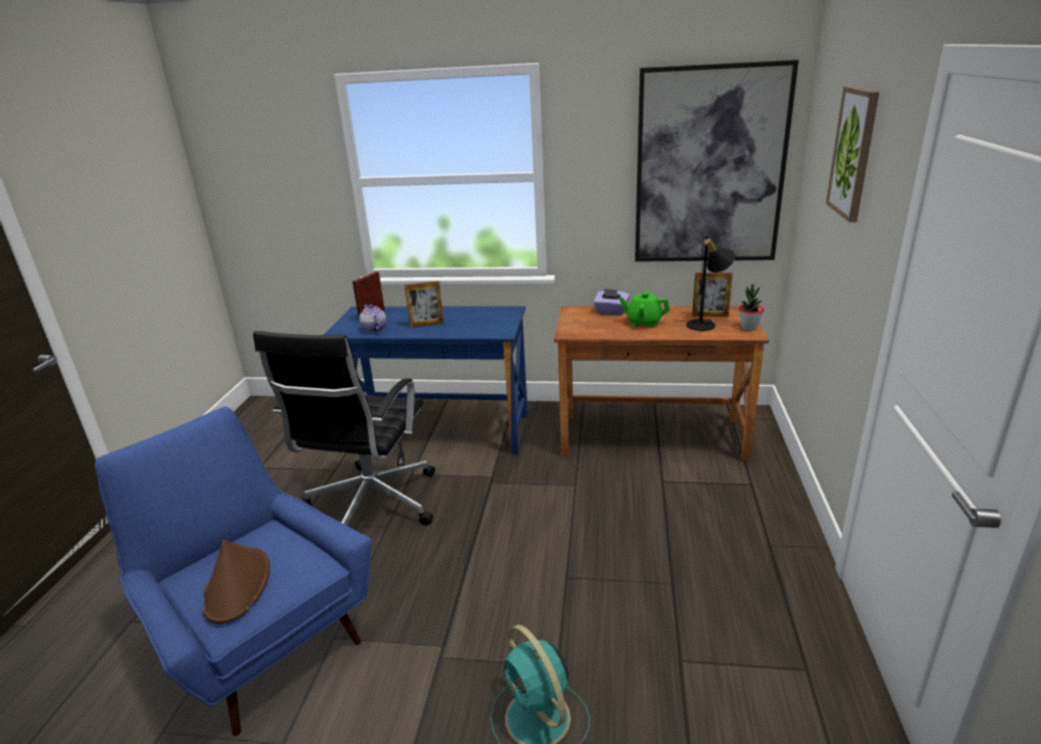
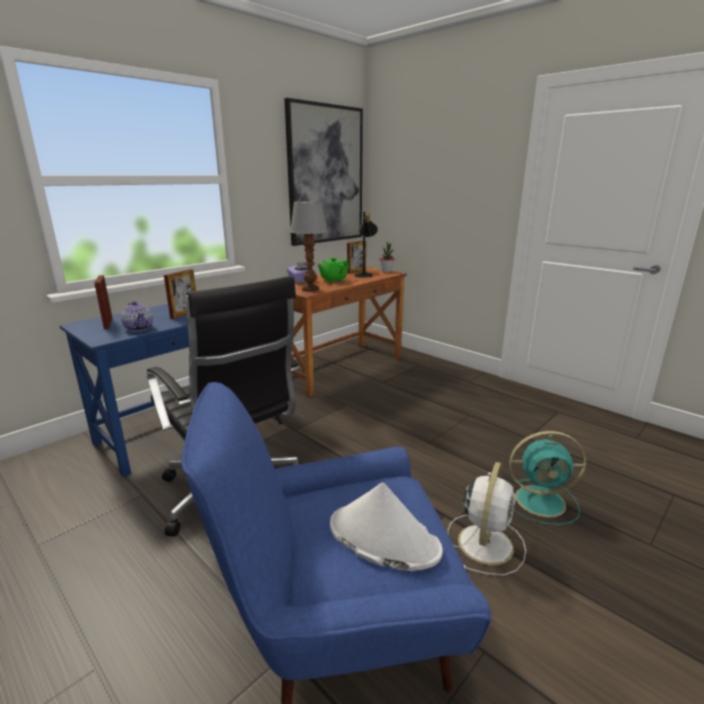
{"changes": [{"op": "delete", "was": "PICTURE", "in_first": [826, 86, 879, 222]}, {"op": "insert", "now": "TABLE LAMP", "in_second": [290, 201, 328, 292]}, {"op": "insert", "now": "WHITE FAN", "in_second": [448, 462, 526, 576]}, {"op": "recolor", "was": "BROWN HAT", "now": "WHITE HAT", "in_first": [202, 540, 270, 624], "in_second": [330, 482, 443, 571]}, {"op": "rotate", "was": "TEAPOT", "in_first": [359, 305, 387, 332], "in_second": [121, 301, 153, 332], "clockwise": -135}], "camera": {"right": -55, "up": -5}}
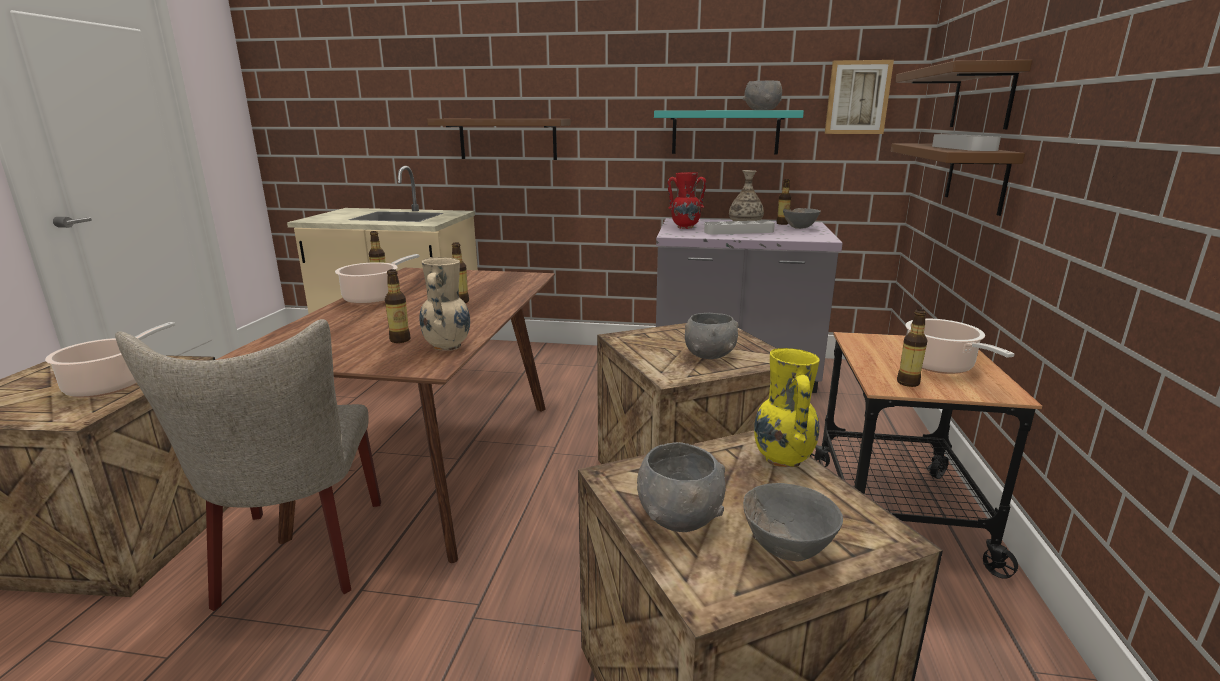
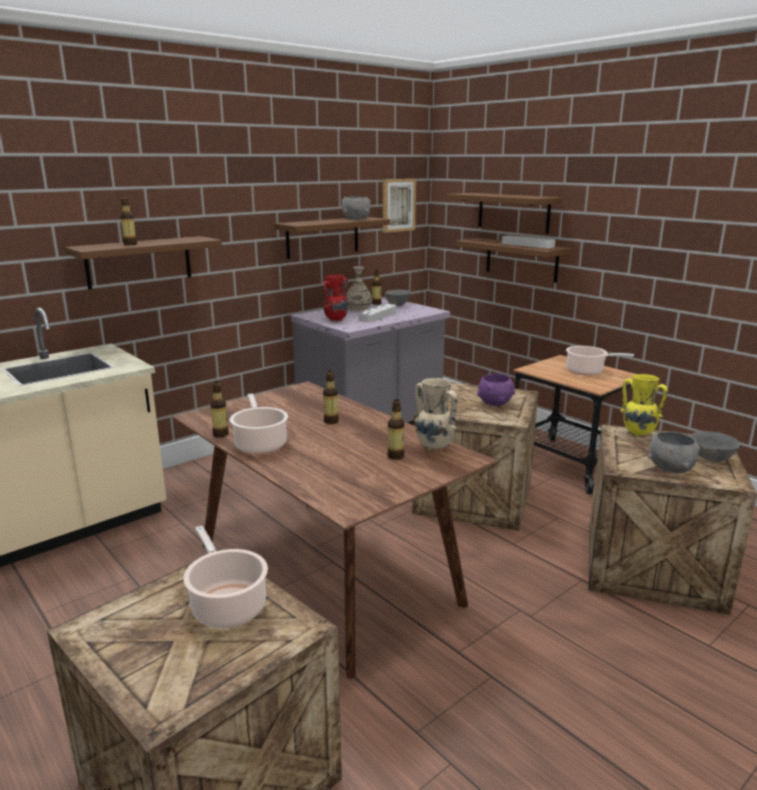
{"changes": [{"op": "delete", "was": "BEIGE CHAIR", "in_first": [115, 319, 381, 611]}, {"op": "move", "was": "BOTTLE", "in_first": [897, 309, 928, 387], "in_second": [120, 197, 137, 245]}, {"op": "recolor", "was": "TURQUOISE SHELF", "now": "BROWN SHELF", "in_first": [654, 110, 804, 155], "in_second": [274, 217, 390, 259]}, {"op": "recolor", "was": "GREY BOWL", "now": "PURPLE BOWL", "in_first": [685, 313, 738, 359], "in_second": [477, 374, 515, 406]}], "camera": {"right": -50, "up": 0}}
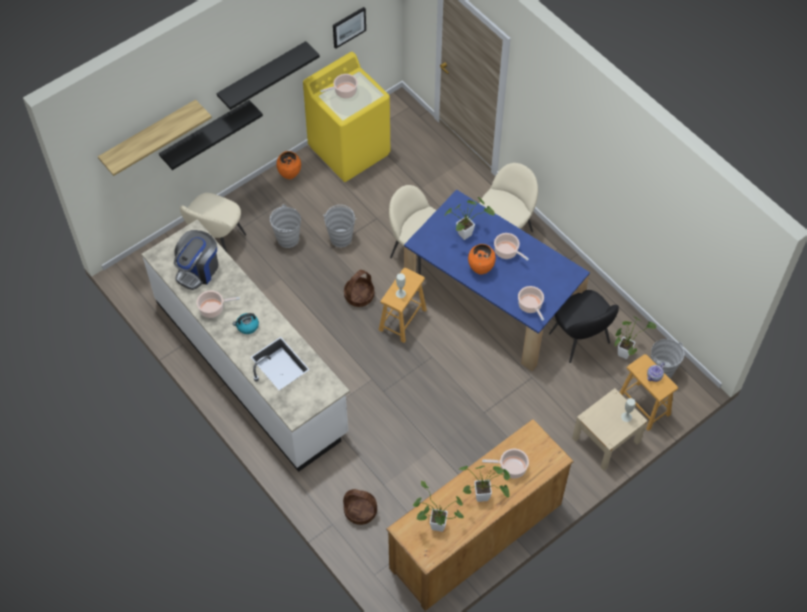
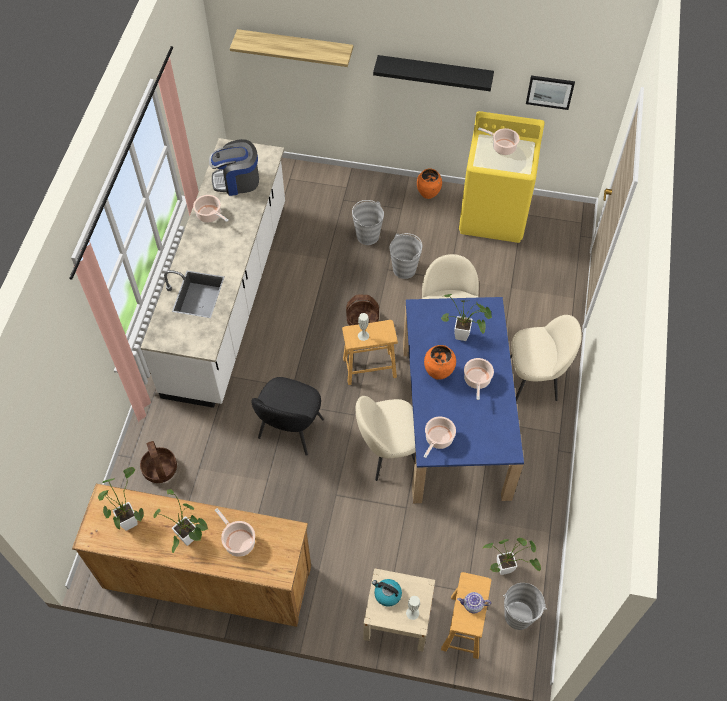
{"changes": [{"op": "delete", "was": "BLACK SHELF", "in_first": [159, 100, 263, 170]}, {"op": "move", "was": "BEIGE CHAIR", "in_first": [180, 193, 246, 252], "in_second": [356, 396, 416, 481]}, {"op": "move", "was": "KETTLE", "in_first": [233, 313, 259, 334], "in_second": [372, 579, 402, 607]}, {"op": "move", "was": "BLACK CHAIR", "in_first": [549, 290, 619, 363], "in_second": [251, 377, 324, 456]}], "camera": {"right": 50, "up": 0}}
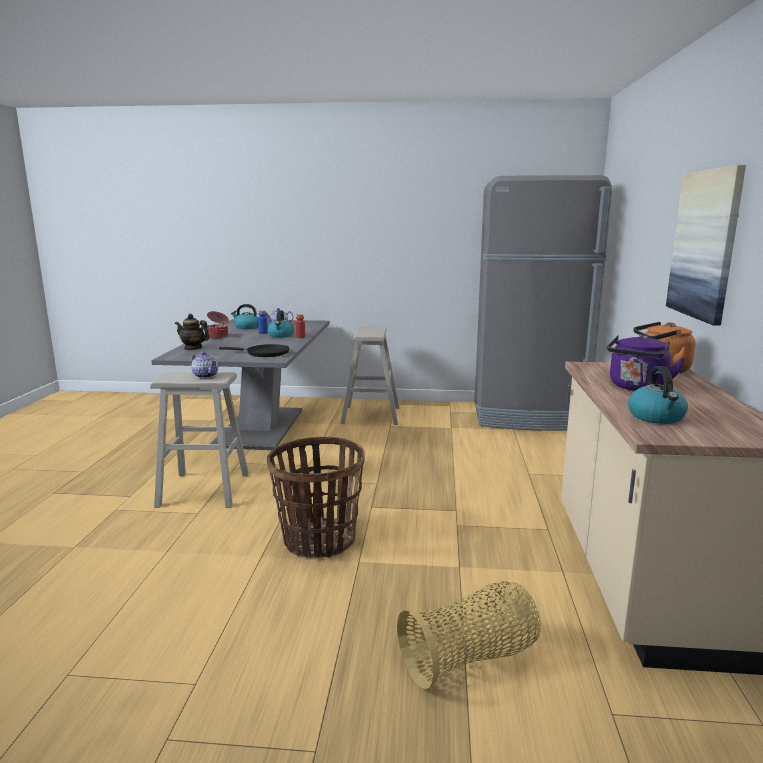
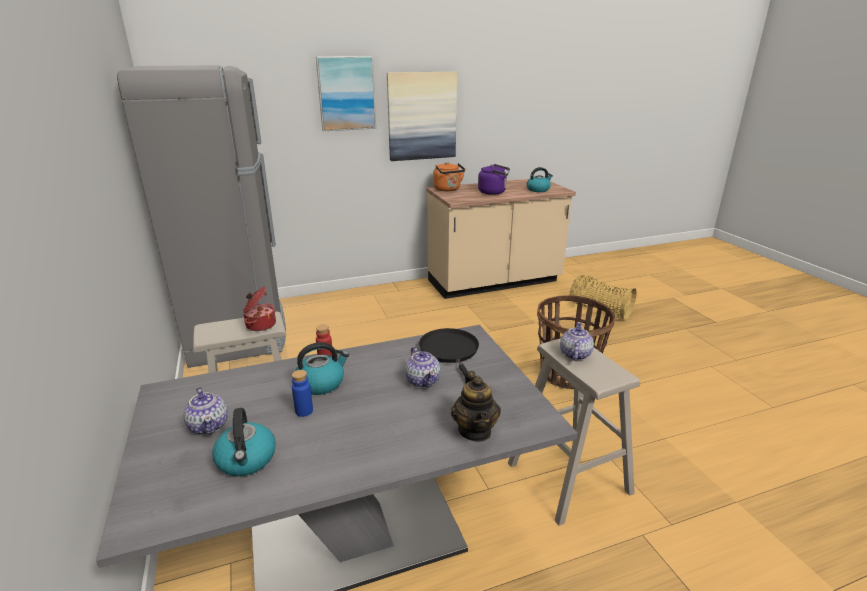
{"changes": [{"op": "insert", "now": "PICTURE", "in_second": [316, 56, 376, 131]}, {"op": "insert", "now": "TEAPOT", "in_second": [405, 347, 441, 388]}, {"op": "move", "was": "COOKING POT", "in_first": [207, 311, 229, 339], "in_second": [243, 287, 276, 331]}], "camera": {"right": -115, "up": 10}}
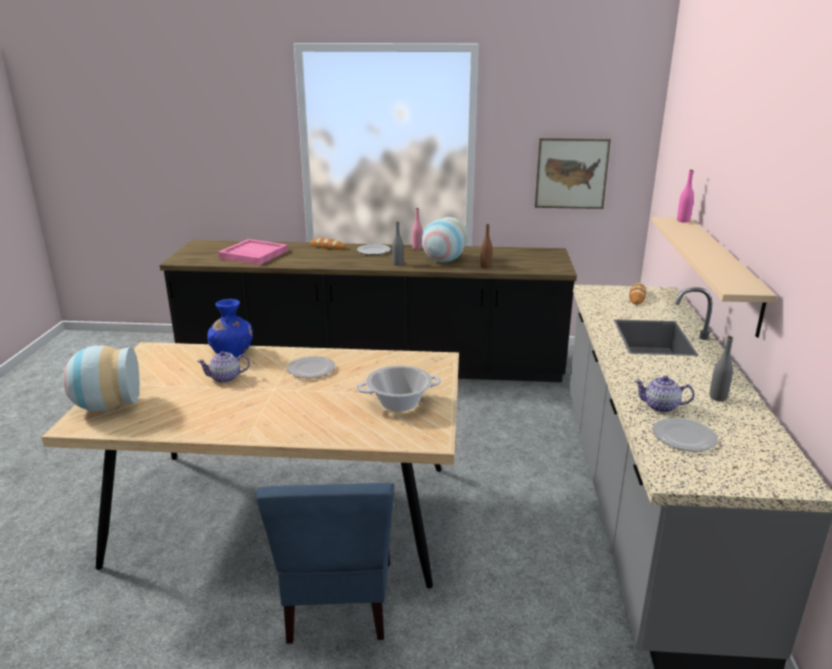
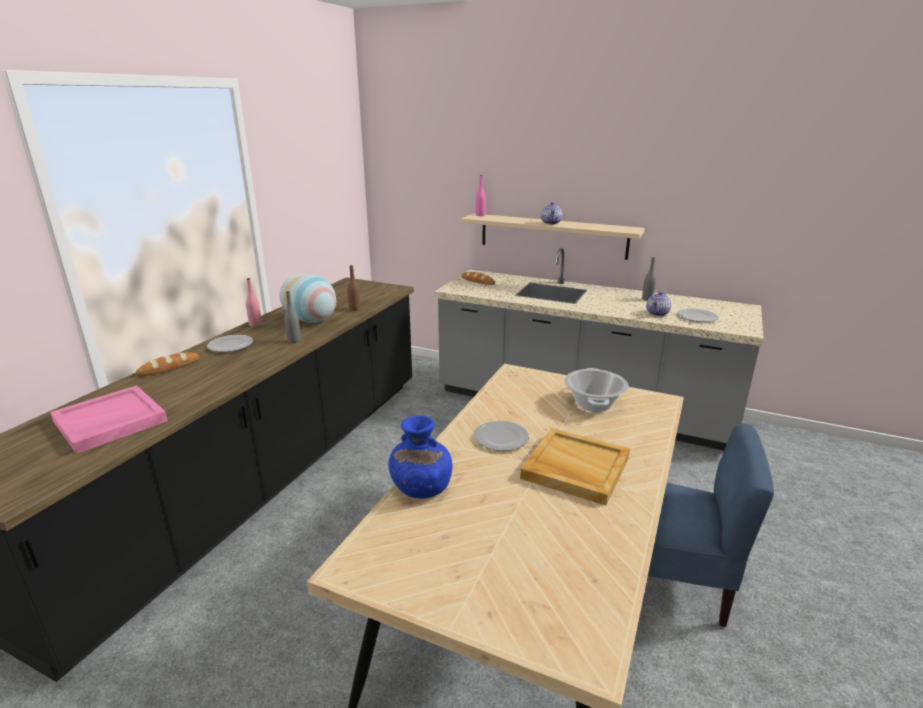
{"changes": [{"op": "delete", "was": "VASE", "in_first": [63, 346, 140, 411]}, {"op": "delete", "was": "PICTURE", "in_first": [535, 138, 611, 209]}, {"op": "insert", "now": "BEIGE TRAY", "in_second": [520, 428, 630, 505]}, {"op": "move", "was": "TEAPOT", "in_first": [197, 351, 250, 383], "in_second": [541, 202, 562, 225]}], "camera": {"right": -70, "up": 0}}
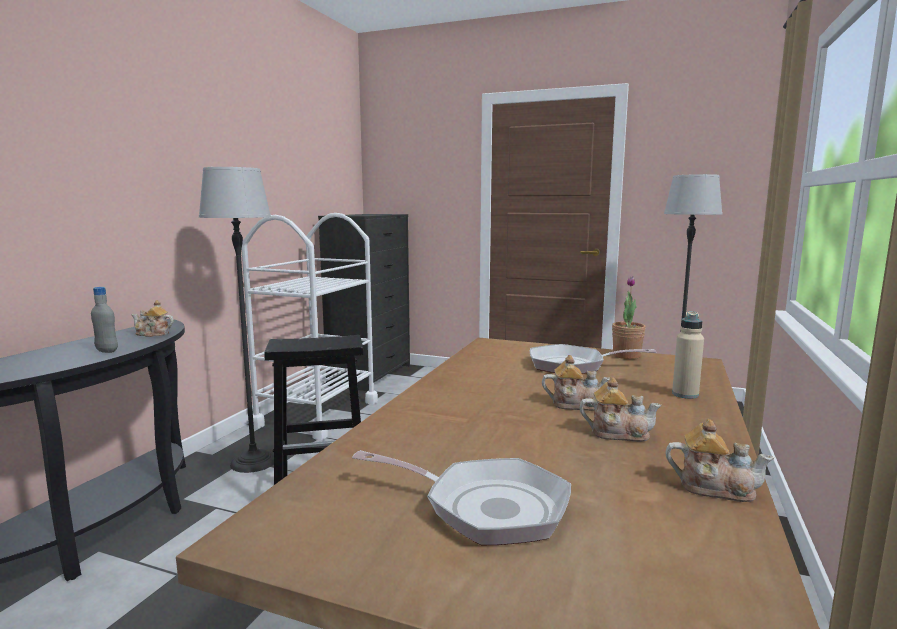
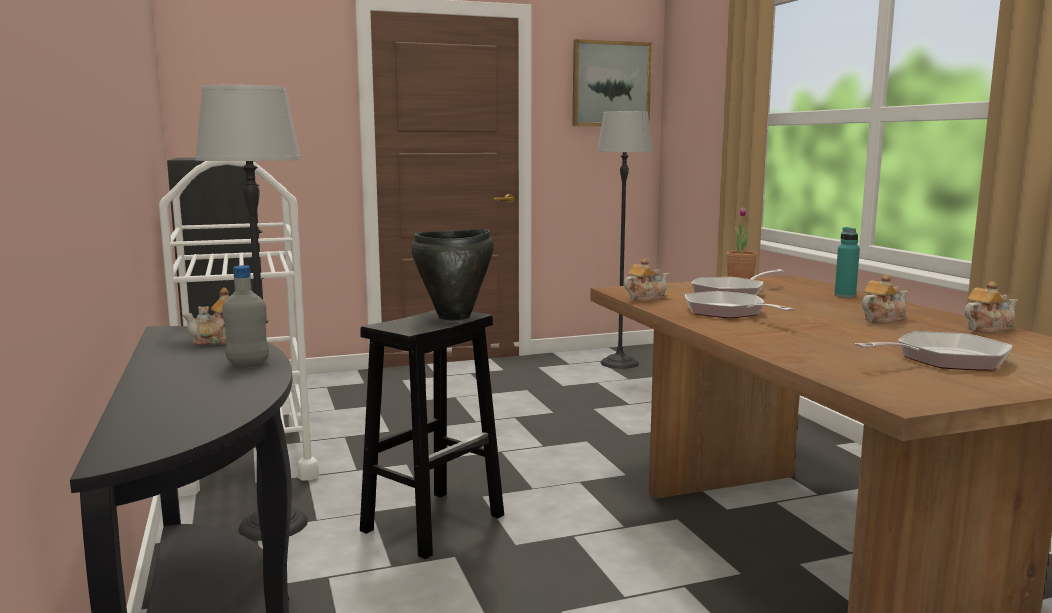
{"changes": [{"op": "insert", "now": "BLACK COOKING POT", "in_second": [411, 229, 494, 320]}, {"op": "insert", "now": "PICTURE", "in_second": [573, 39, 652, 126]}, {"op": "insert", "now": "FRYING PAN", "in_second": [685, 291, 795, 318]}, {"op": "move", "was": "TEAPOT", "in_first": [542, 355, 610, 411], "in_second": [624, 258, 669, 301]}, {"op": "recolor", "was": "BEIGE BOTTLE", "now": "TURQUOISE BOTTLE", "in_first": [672, 311, 704, 399], "in_second": [834, 227, 860, 298]}], "camera": {"right": -40, "up": 0}}
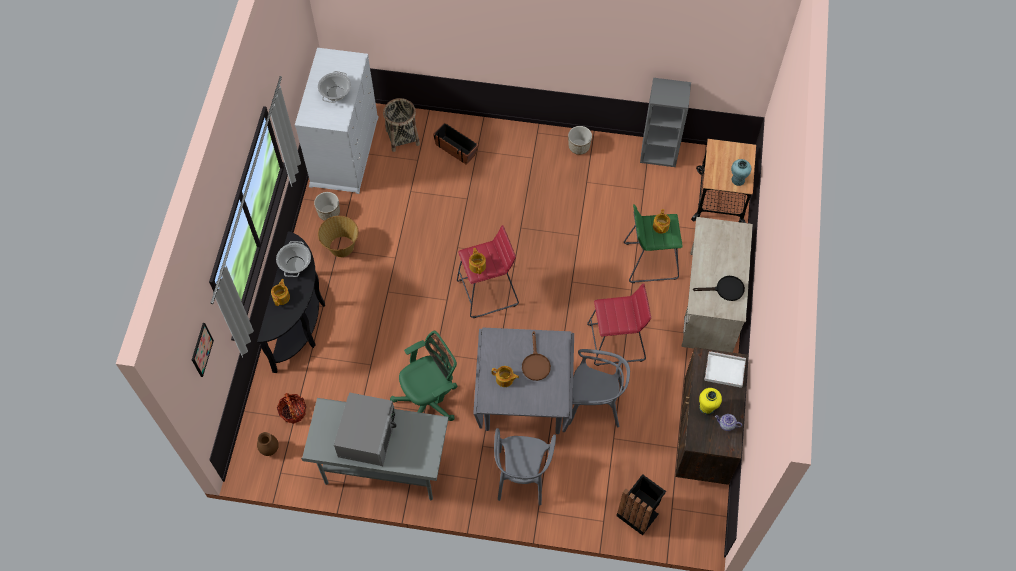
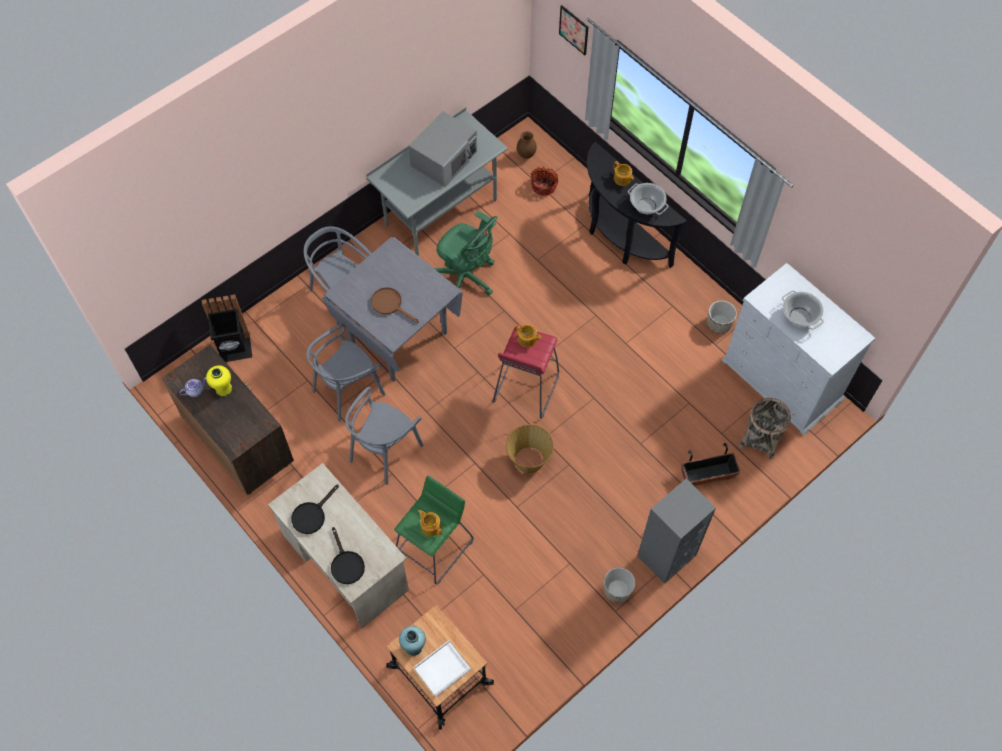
{"changes": [{"op": "delete", "was": "TEAPOT", "in_first": [492, 366, 519, 387]}, {"op": "insert", "now": "BLACK FRYING PAN", "in_second": [331, 527, 365, 584]}, {"op": "move", "was": "BASKET", "in_first": [318, 216, 359, 257], "in_second": [506, 424, 554, 473]}, {"op": "move", "was": "GREY BOOKCASE", "in_first": [640, 78, 691, 167], "in_second": [637, 479, 716, 584]}, {"op": "move", "was": "WHITE TRAY", "in_first": [704, 351, 746, 388], "in_second": [413, 640, 472, 697]}, {"op": "replace", "was": "RED STOOL", "now": "GREY CHAIR", "in_first": [587, 283, 651, 366], "in_second": [345, 387, 423, 485]}, {"op": "rotate", "was": "GREY MICROWAVE", "in_first": [334, 392, 397, 466], "in_second": [408, 111, 477, 187], "clockwise": -105}, {"op": "rotate", "was": "GREEN OFFICE CHAIR", "in_first": [390, 331, 458, 421], "in_second": [434, 211, 498, 295], "clockwise": -60}], "camera": {"right": 130, "up": 0}}
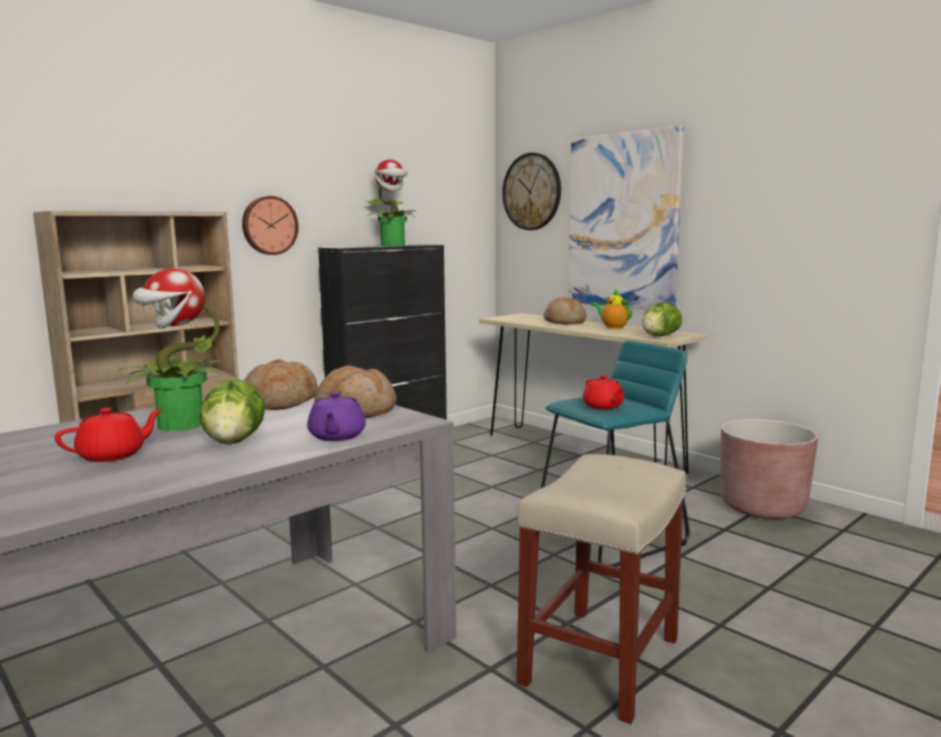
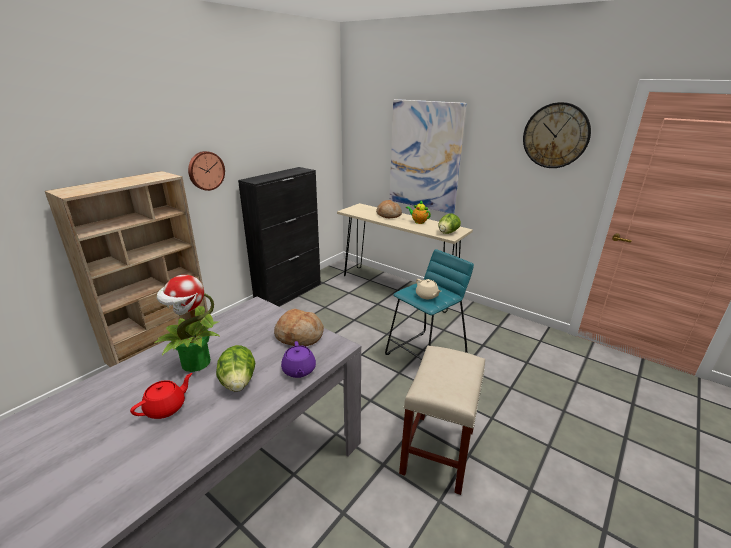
{"changes": [{"op": "delete", "was": "BREAD", "in_first": [244, 359, 318, 410]}, {"op": "delete", "was": "POTTED PLANT", "in_first": [366, 159, 417, 246]}, {"op": "delete", "was": "BROWN PLANTER", "in_first": [721, 419, 818, 519]}, {"op": "move", "was": "WALL CLOCK", "in_first": [502, 153, 561, 230], "in_second": [523, 102, 591, 168]}, {"op": "recolor", "was": "RED TEAPOT", "now": "BEIGE TEAPOT", "in_first": [583, 375, 624, 409], "in_second": [416, 279, 441, 299]}], "camera": {"right": -10, "up": 15}}
